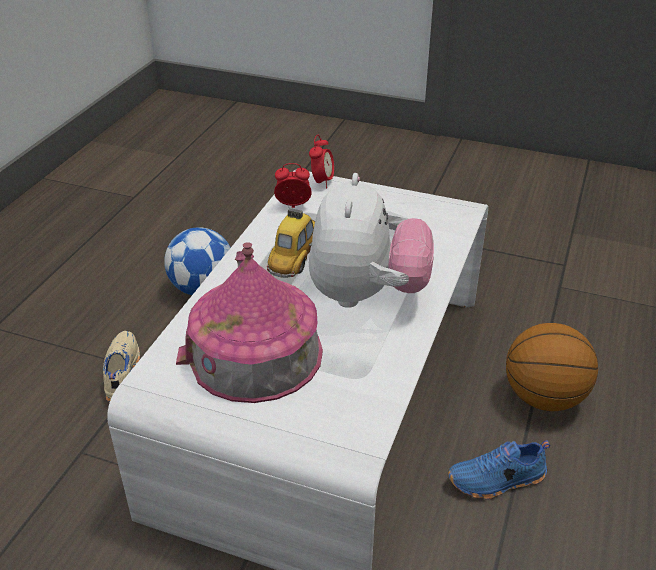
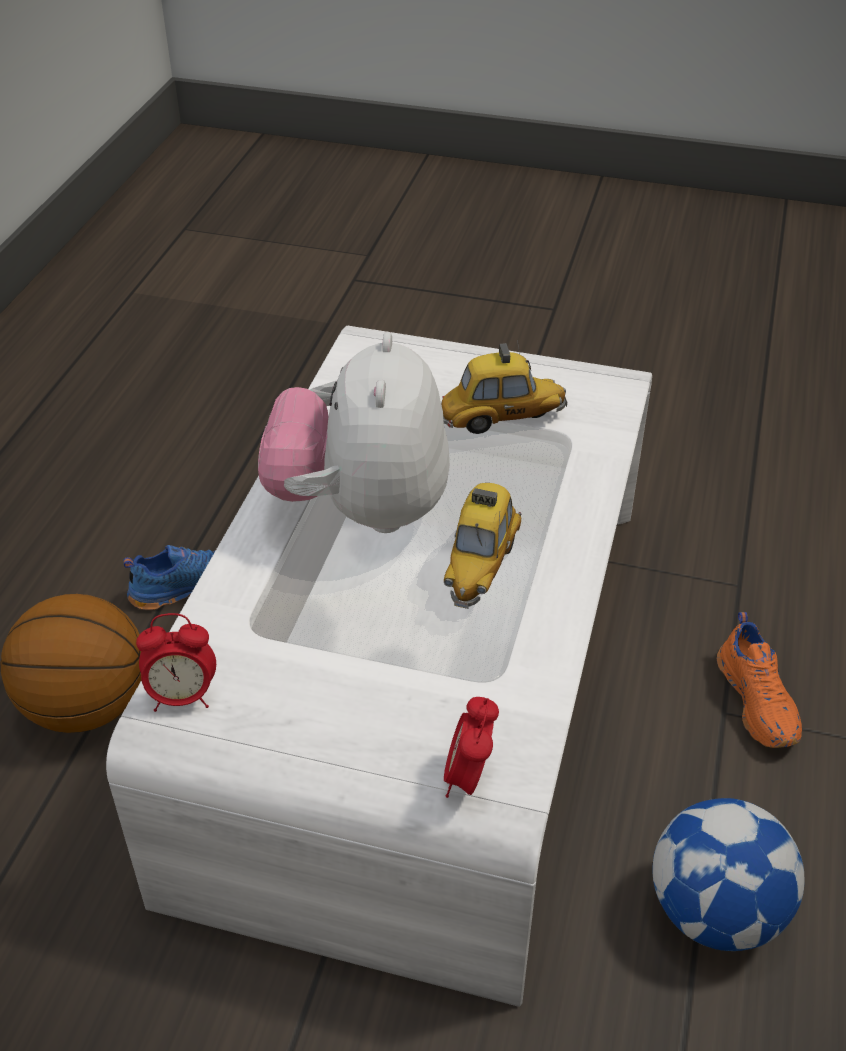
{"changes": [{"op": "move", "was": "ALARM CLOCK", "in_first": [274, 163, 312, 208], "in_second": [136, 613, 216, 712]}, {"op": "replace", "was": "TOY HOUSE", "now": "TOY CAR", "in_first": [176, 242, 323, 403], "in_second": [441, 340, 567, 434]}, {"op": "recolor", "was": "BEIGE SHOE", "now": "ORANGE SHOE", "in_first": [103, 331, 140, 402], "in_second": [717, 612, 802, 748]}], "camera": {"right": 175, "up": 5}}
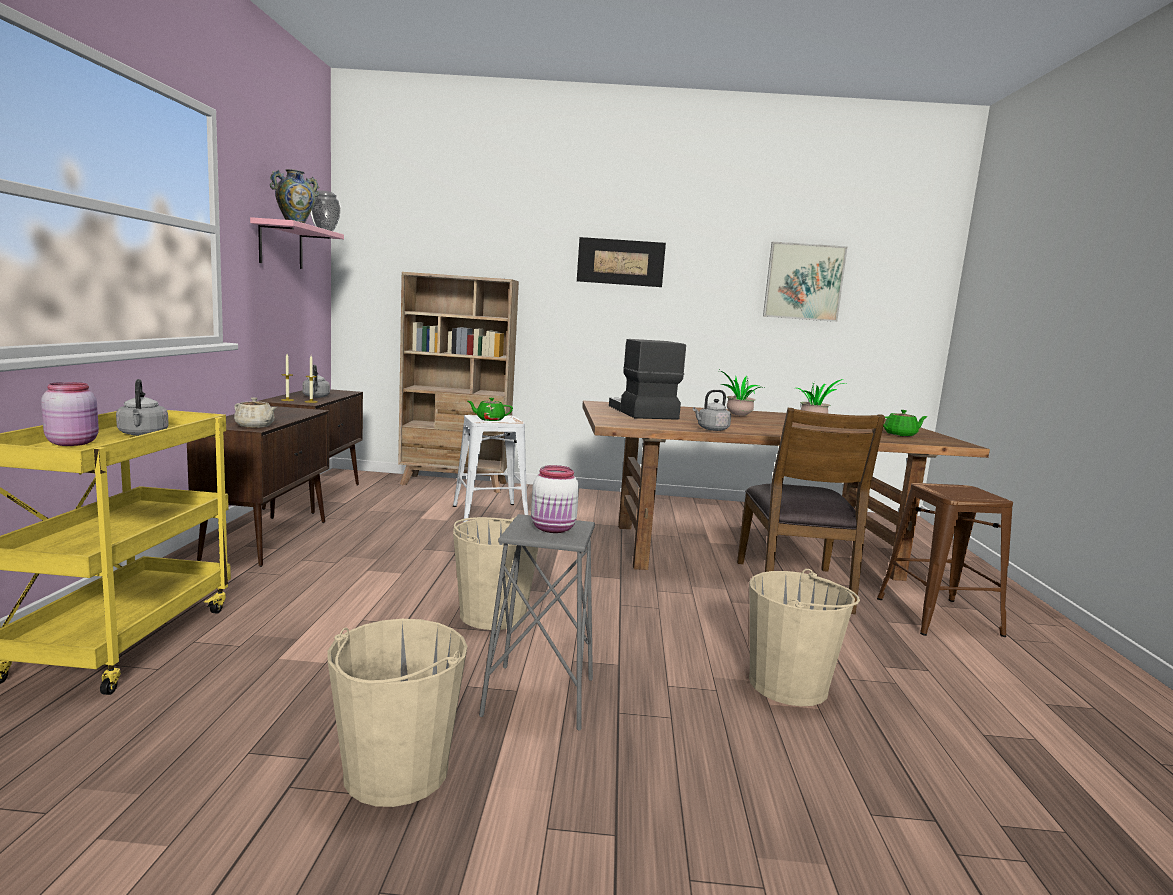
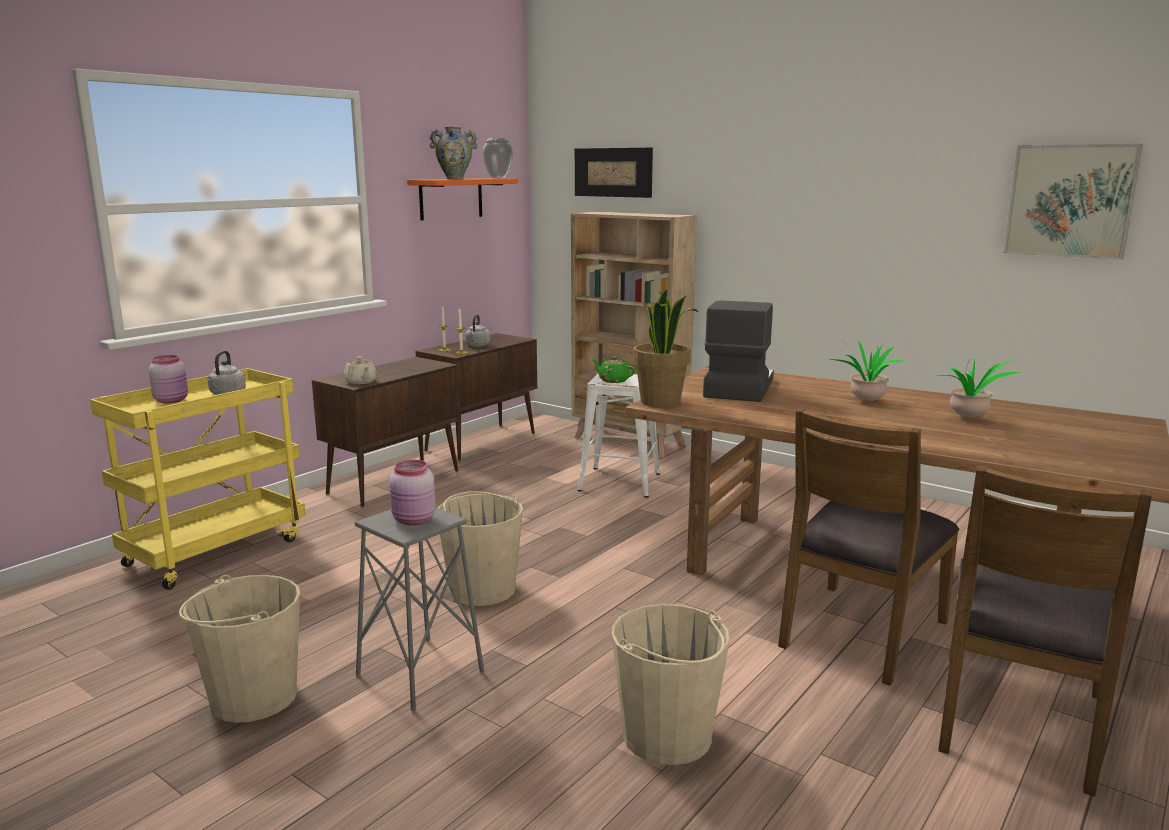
{"changes": [{"op": "delete", "was": "GREY KETTLE", "in_first": [693, 390, 731, 431]}, {"op": "delete", "was": "GREEN TEAPOT", "in_first": [883, 410, 928, 436]}, {"op": "insert", "now": "POTTED PLANT", "in_second": [633, 289, 699, 407]}, {"op": "move", "was": "PICTURE", "in_first": [577, 237, 666, 287], "in_second": [575, 148, 653, 198]}, {"op": "replace", "was": "BROWN STOOL", "now": "BROWN CHAIR", "in_first": [877, 483, 1013, 637], "in_second": [938, 465, 1152, 796]}, {"op": "recolor", "was": "PINK SHELF", "now": "ORANGE SHELF", "in_first": [250, 217, 344, 269], "in_second": [407, 178, 518, 221]}, {"op": "recolor", "was": "WHITE JAR", "now": "PINK JAR", "in_first": [531, 465, 579, 533], "in_second": [389, 460, 436, 525]}], "camera": {"right": 35, "up": 5}}
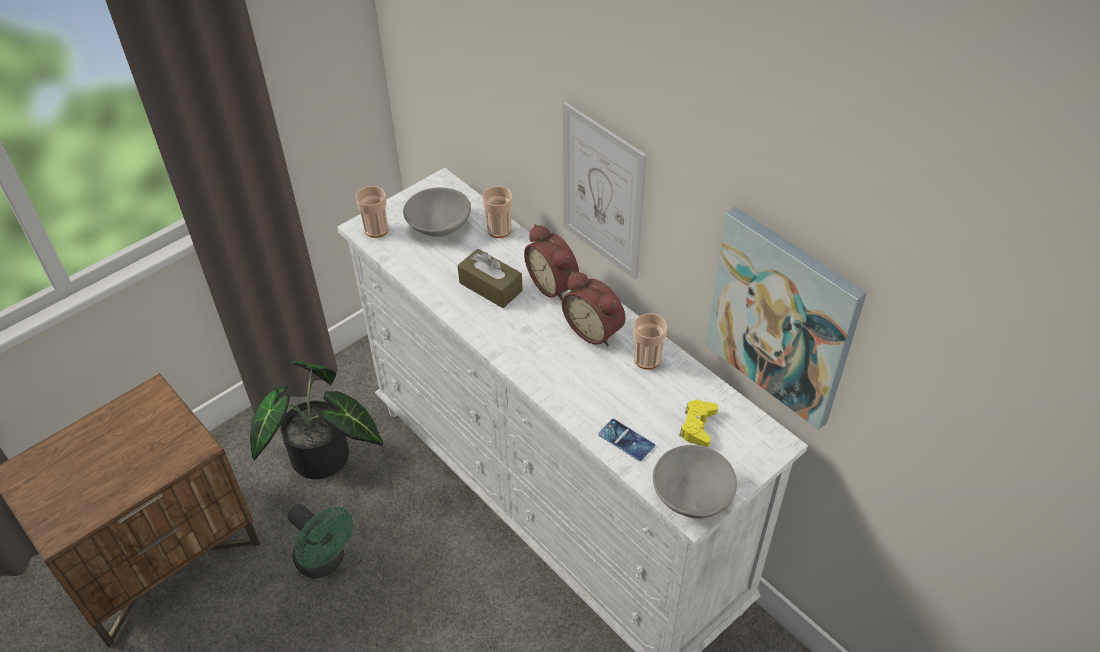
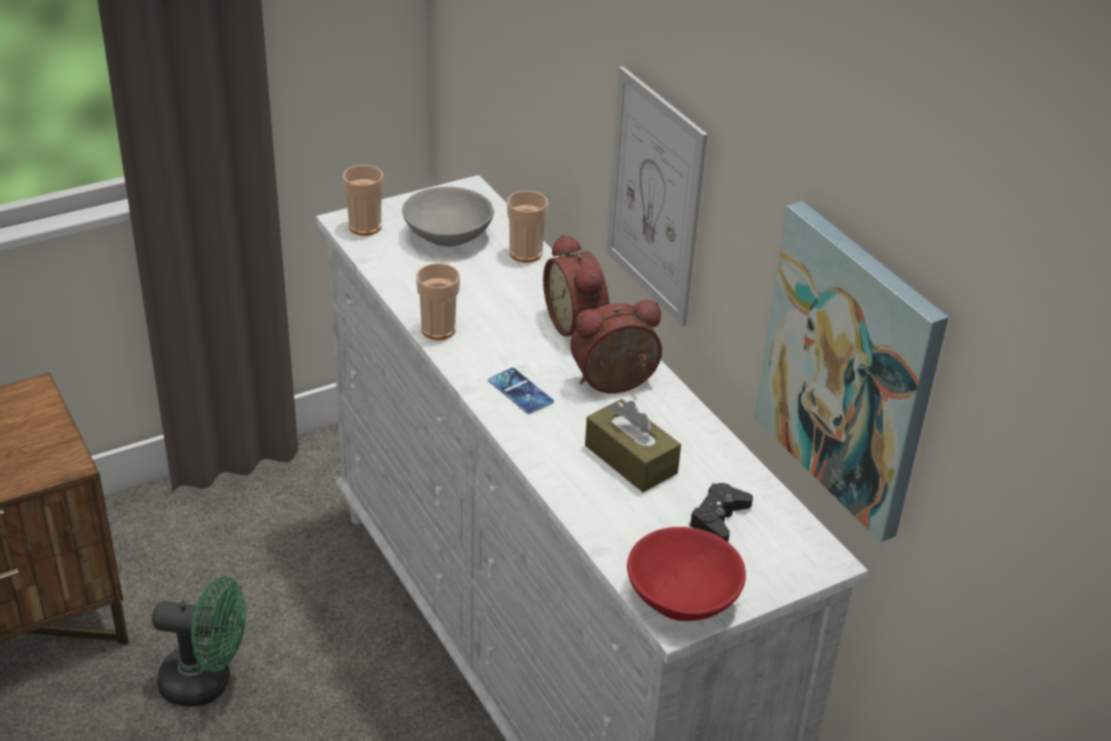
{"changes": [{"op": "delete", "was": "POTTED PLANT", "in_first": [250, 361, 383, 479]}, {"op": "move", "was": "BROWN TISSUE BOX", "in_first": [458, 249, 523, 308], "in_second": [585, 399, 681, 492]}, {"op": "move", "was": "PHONE", "in_first": [598, 419, 655, 461], "in_second": [488, 368, 554, 414]}, {"op": "move", "was": "CUP", "in_first": [633, 314, 667, 370], "in_second": [416, 263, 460, 340]}, {"op": "recolor", "was": "GREY BOWL", "now": "RED BOWL", "in_first": [653, 445, 737, 519], "in_second": [627, 527, 746, 621]}, {"op": "recolor", "was": "YELLOW GAME CONTROLLER", "now": "BLACK GAME CONTROLLER", "in_first": [679, 400, 718, 447], "in_second": [689, 483, 753, 542]}, {"op": "rotate", "was": "GREEN FAN", "in_first": [288, 504, 353, 579], "in_second": [152, 576, 246, 707], "clockwise": -45}, {"op": "rotate", "was": "ALARM CLOCK", "in_first": [562, 271, 626, 347], "in_second": [570, 300, 662, 394], "clockwise": 105}], "camera": {"right": 10, "up": -10}}
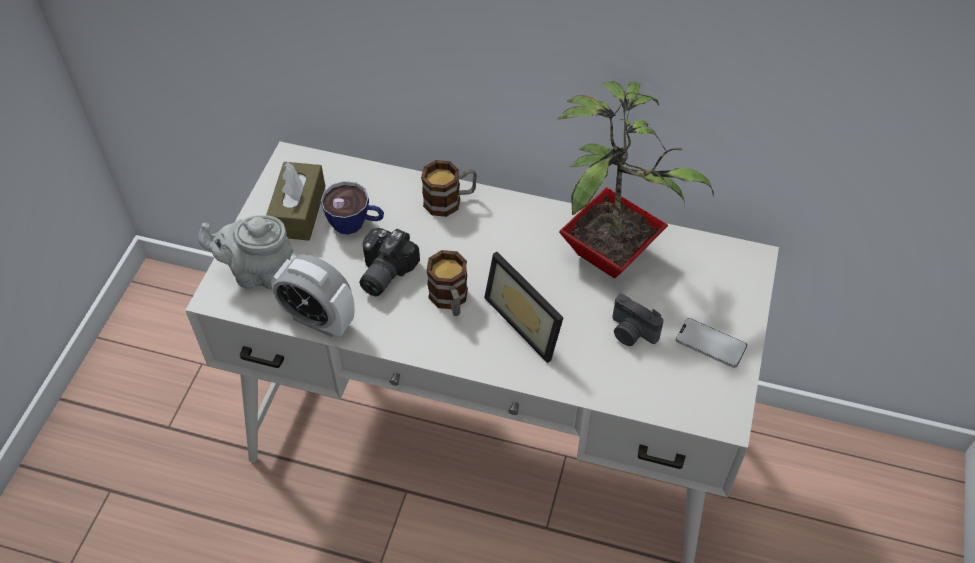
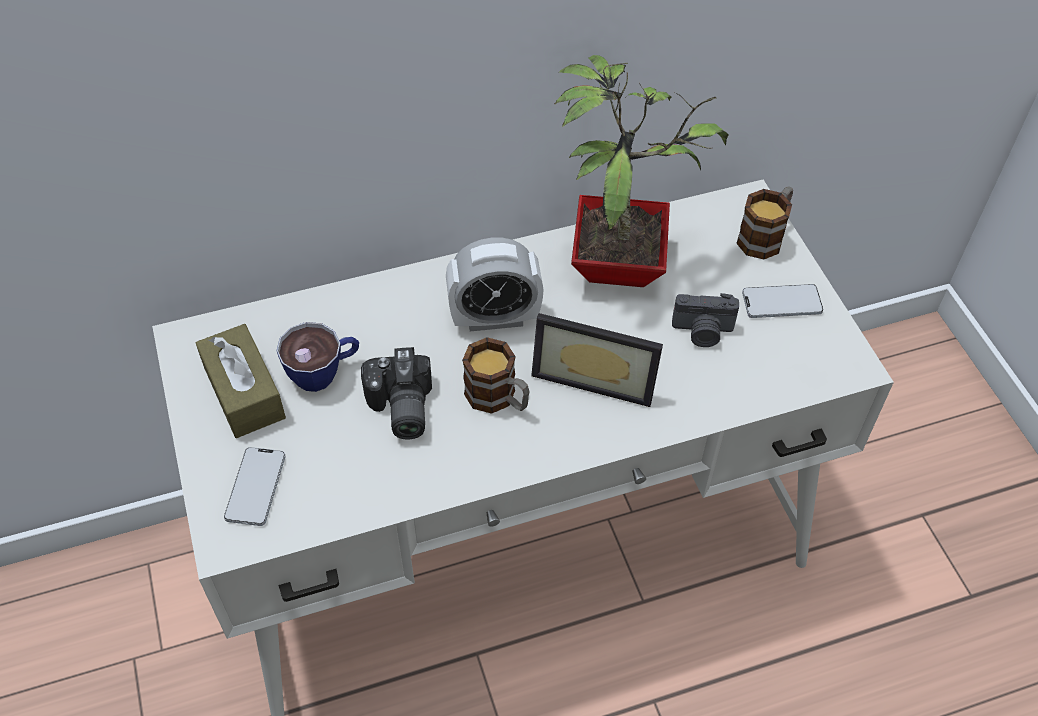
{"changes": [{"op": "move", "was": "ALARM CLOCK", "in_first": [271, 254, 355, 337], "in_second": [446, 238, 544, 331]}, {"op": "move", "was": "MUG", "in_first": [421, 160, 477, 217], "in_second": [736, 186, 793, 259]}, {"op": "replace", "was": "GREY TEAPOT", "now": "PHONE", "in_first": [198, 215, 294, 290], "in_second": [224, 447, 285, 526]}], "camera": {"right": -35, "up": 0}}
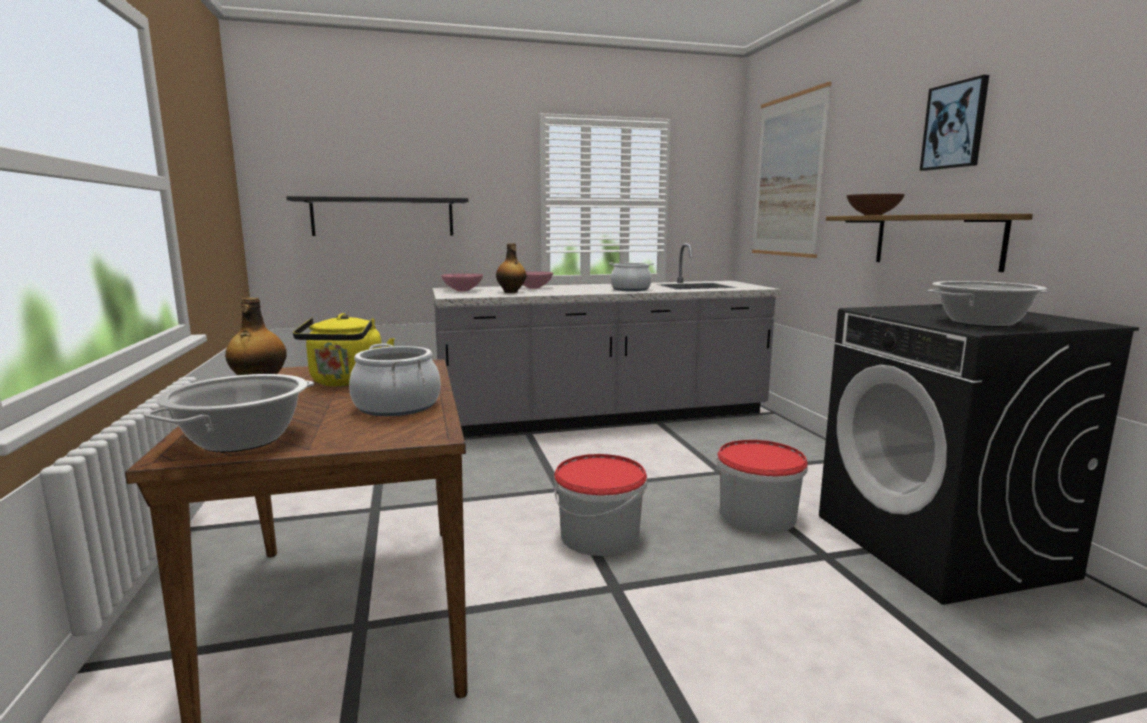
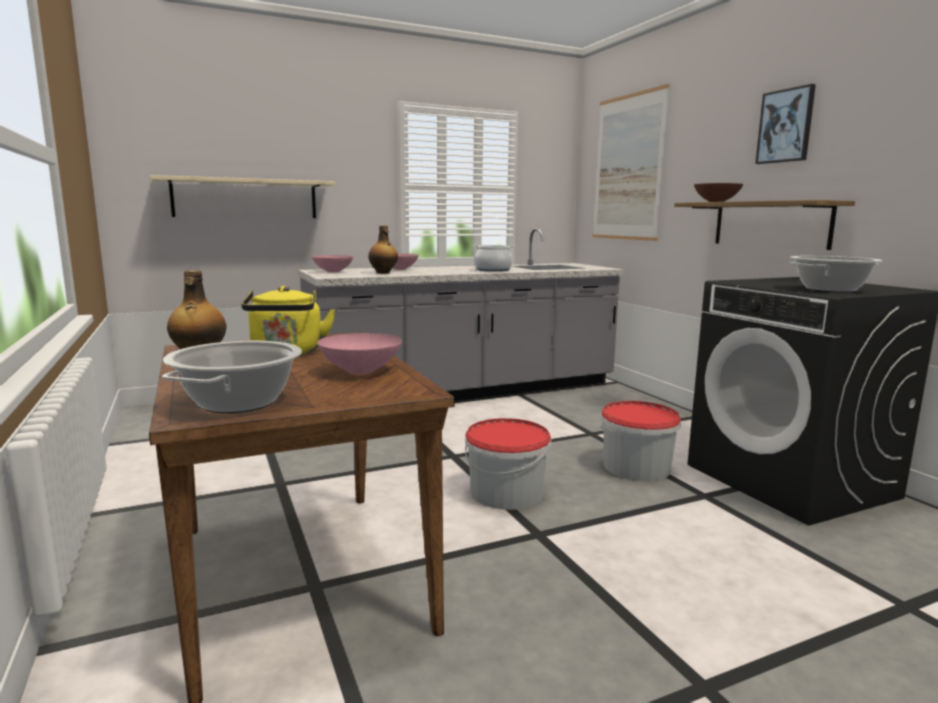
{"changes": [{"op": "replace", "was": "COOKING POT", "now": "PINK BOWL", "in_first": [349, 343, 441, 416], "in_second": [317, 333, 402, 375]}, {"op": "recolor", "was": "BLACK SHELF", "now": "BEIGE SHELF", "in_first": [286, 196, 468, 236], "in_second": [150, 175, 335, 218]}], "camera": {"right": -10, "up": 0}}
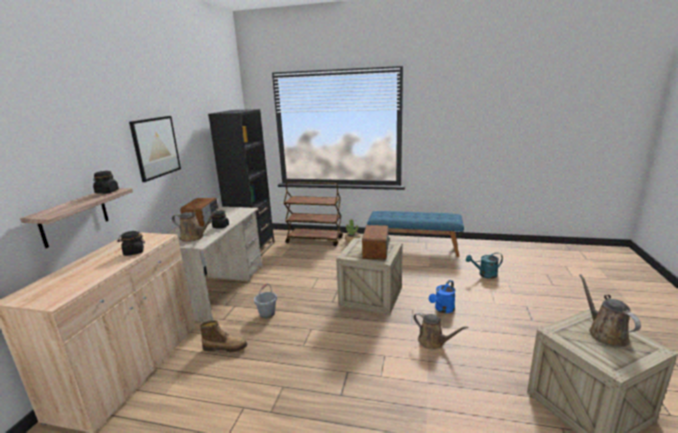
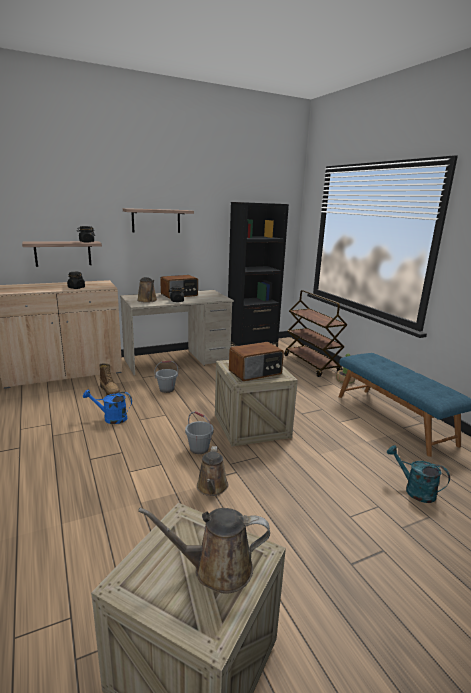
{"changes": [{"op": "insert", "now": "GREY BUCKET", "in_second": [185, 411, 214, 454]}, {"op": "move", "was": "BLUE WATERING CAN", "in_first": [429, 280, 456, 313], "in_second": [83, 389, 132, 424]}, {"op": "replace", "was": "PICTURE", "now": "SHELF", "in_first": [129, 116, 181, 182], "in_second": [123, 208, 194, 233]}, {"op": "rotate", "was": "BROWN WATERING CAN", "in_first": [579, 274, 641, 347], "in_second": [138, 508, 270, 594], "clockwise": -135}], "camera": {"right": 50, "up": 0}}
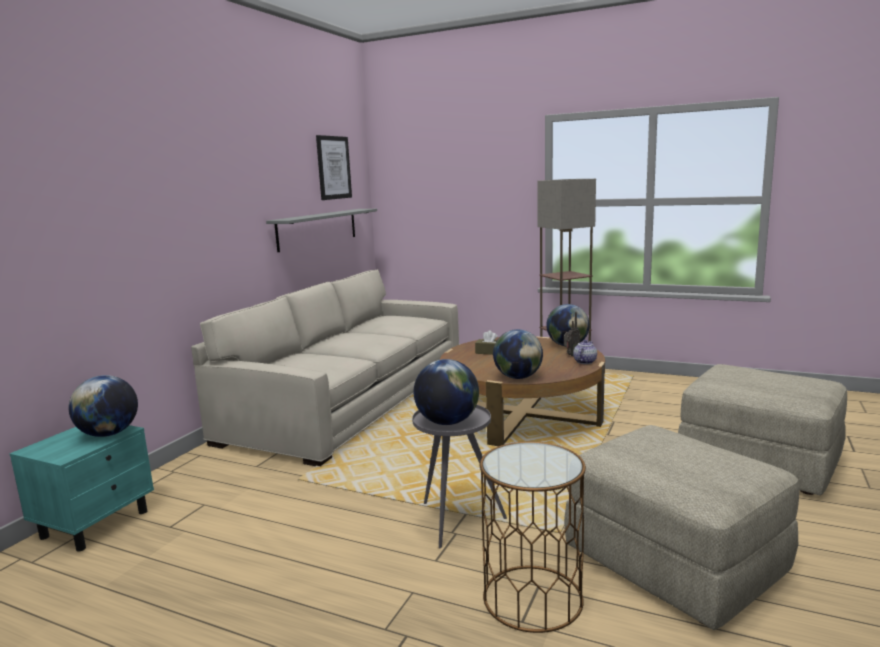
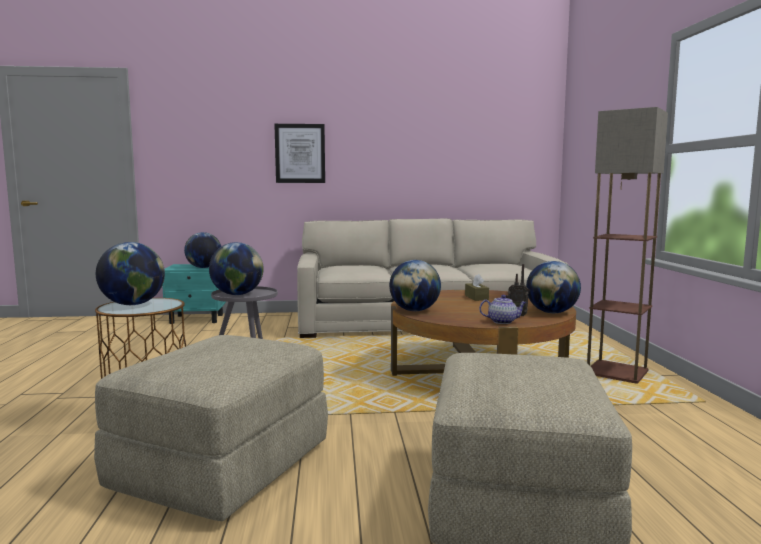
{"changes": [{"op": "delete", "was": "GREY SHELF", "in_first": [266, 209, 377, 252]}, {"op": "insert", "now": "GLOBE", "in_second": [96, 242, 165, 305]}, {"op": "move", "was": "PICTURE", "in_first": [316, 135, 352, 200], "in_second": [274, 124, 325, 183]}], "camera": {"right": 60, "up": -5}}
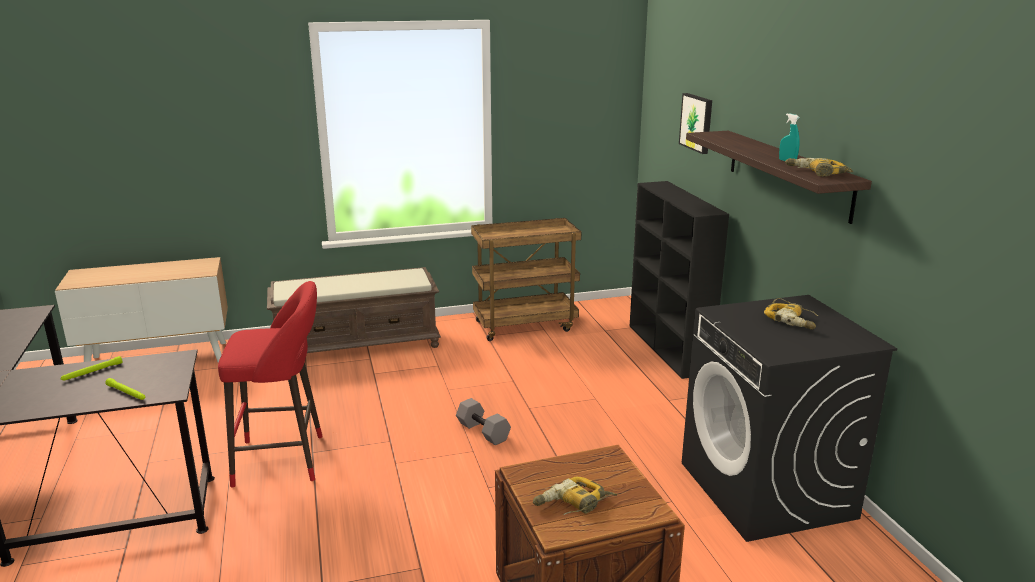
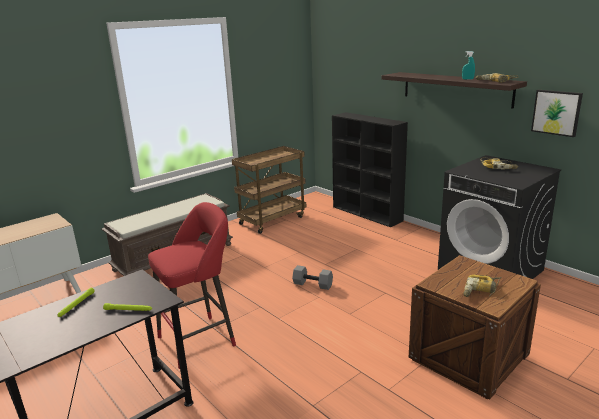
{"changes": [{"op": "move", "was": "PICTURE", "in_first": [679, 93, 712, 154], "in_second": [531, 90, 583, 137]}], "camera": {"right": -25, "up": 0}}
